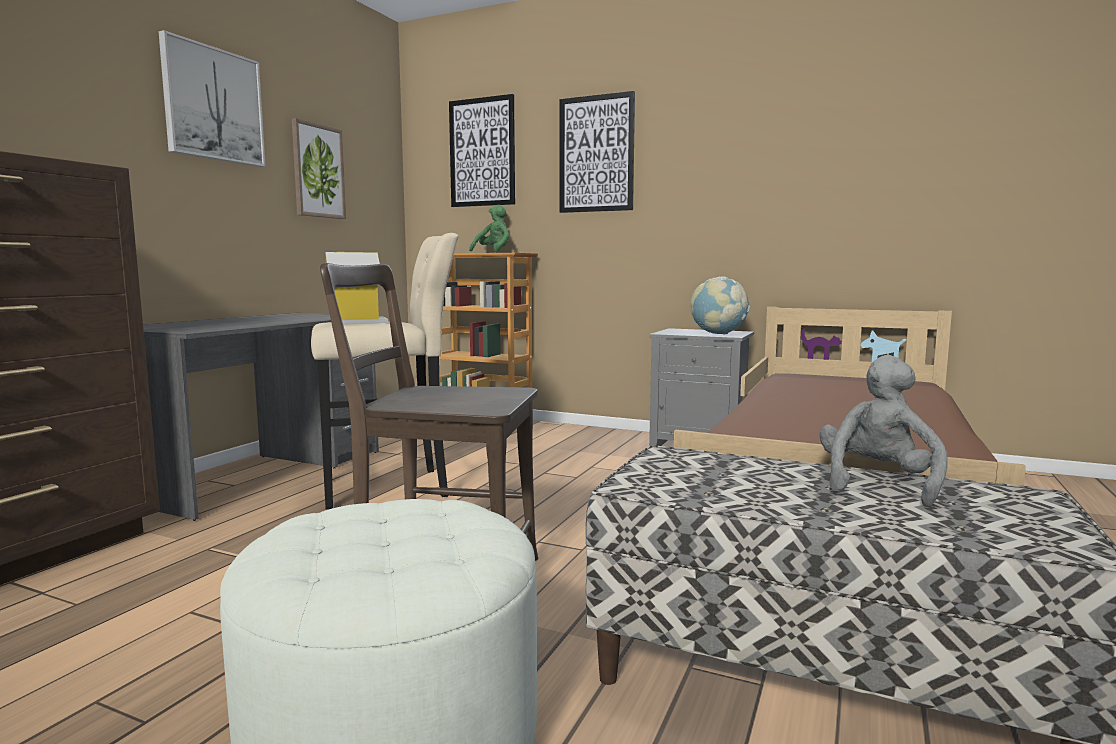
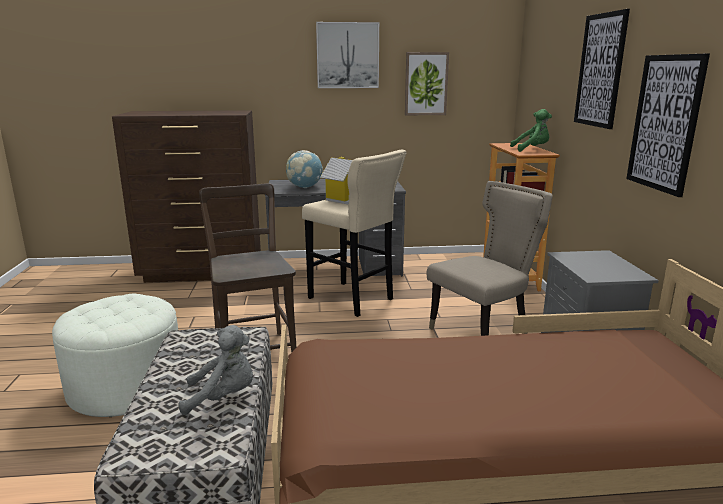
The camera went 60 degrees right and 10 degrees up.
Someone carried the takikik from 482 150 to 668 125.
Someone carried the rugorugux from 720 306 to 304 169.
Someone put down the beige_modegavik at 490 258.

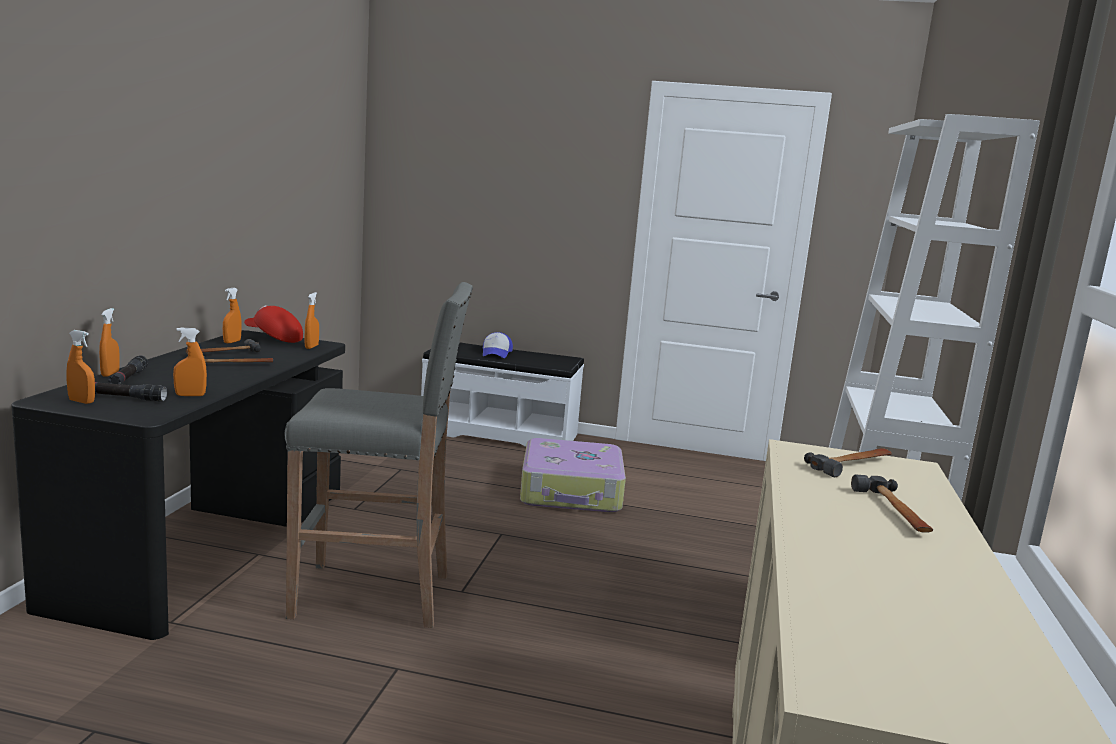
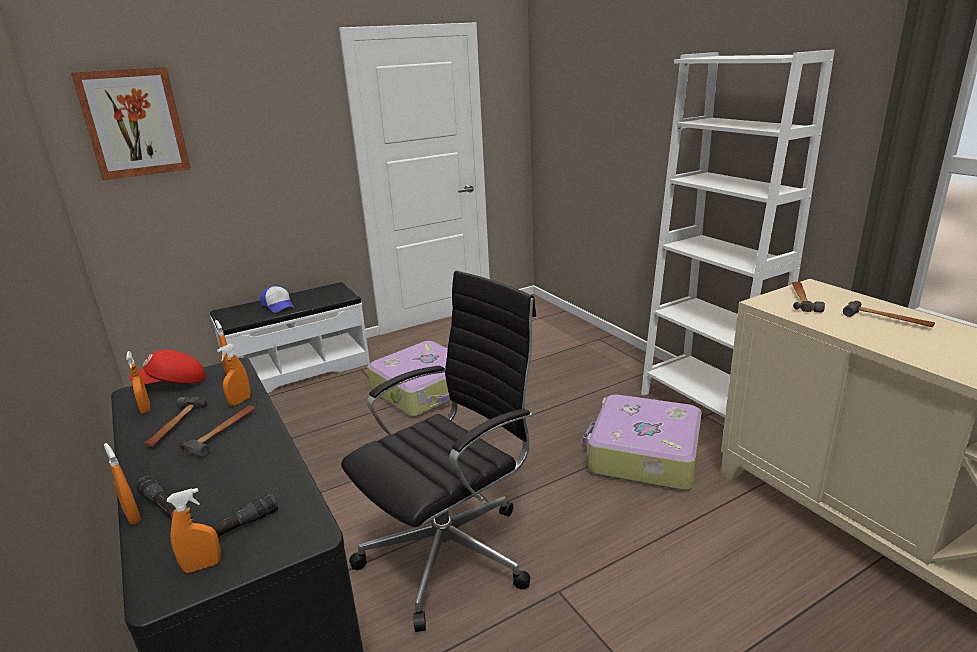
The camera went 40 degrees left and 10 degrees up.
Someone swapped the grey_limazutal at 379 455 for the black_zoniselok at 438 451.
Someone carried the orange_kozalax from 190 362 to 234 375.
Someone put up the takikik at 131 123.
Someone put down the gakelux at 642 442.

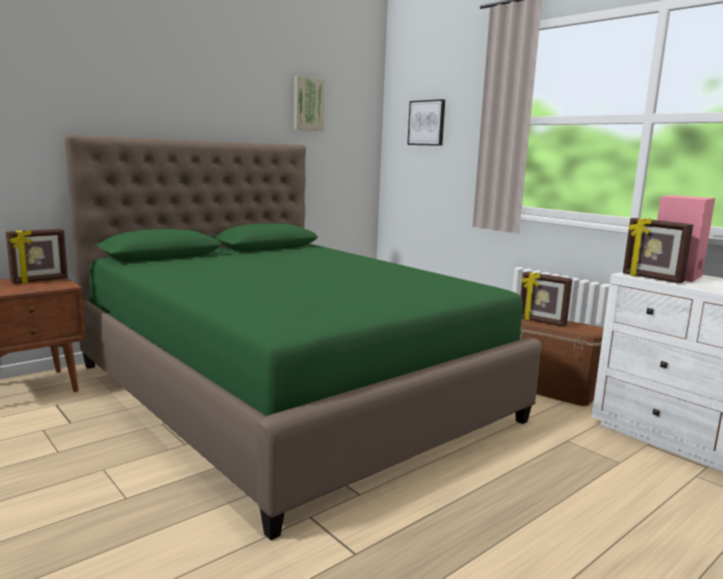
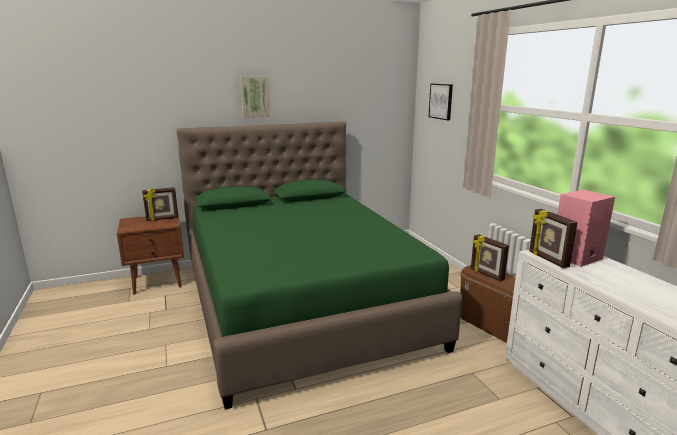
The camera went 20 degrees right and 5 degrees up.
Someone carried the takikik from 309 103 to 255 97.

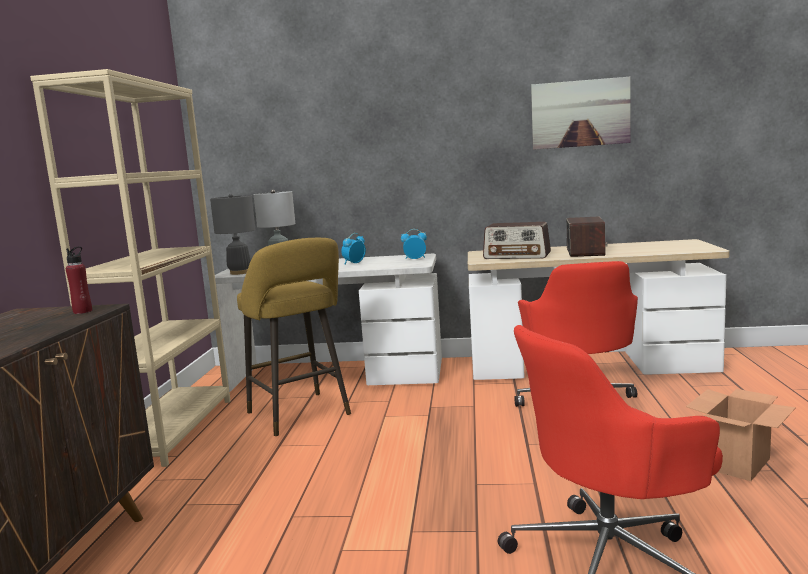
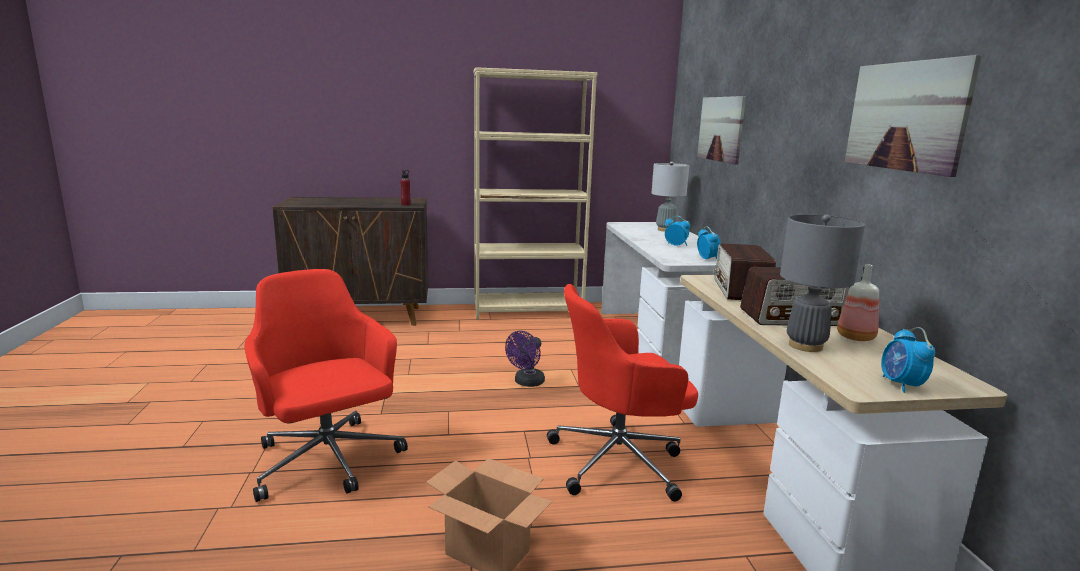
The camera went 75 degrees right and 5 degrees up.
Someone carried the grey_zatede from 232 234 to 822 283.
Someone took away the yellow_limazutal at 294 337.
Someone put up the takikik at 721 130.
Someone put down the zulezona at 858 302.
Someone put down the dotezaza at 908 360.
Someone put down the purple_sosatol at 525 359.

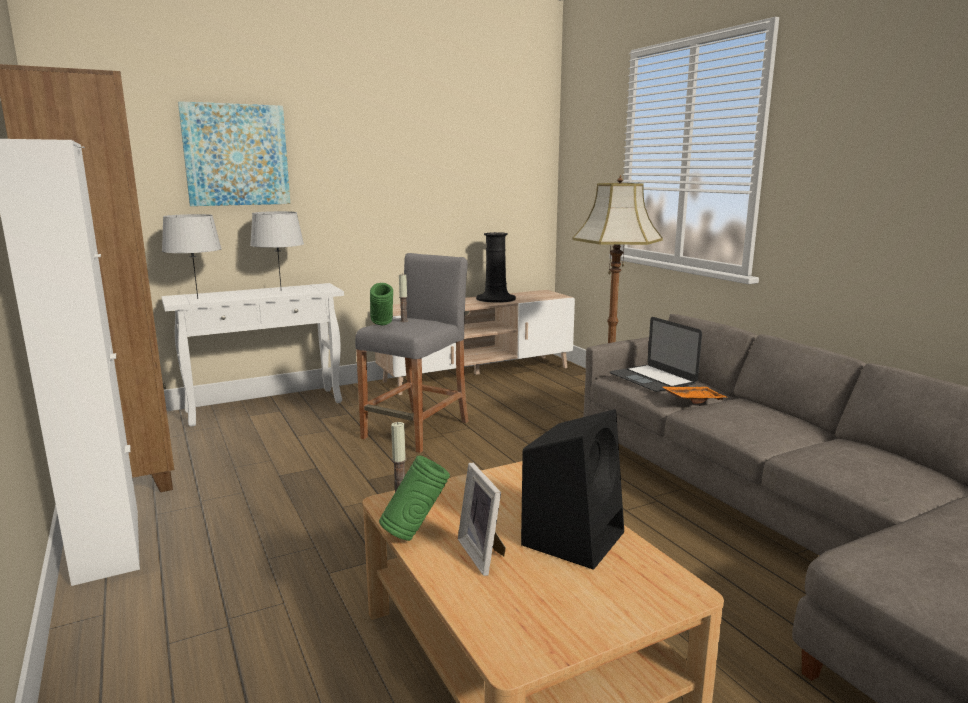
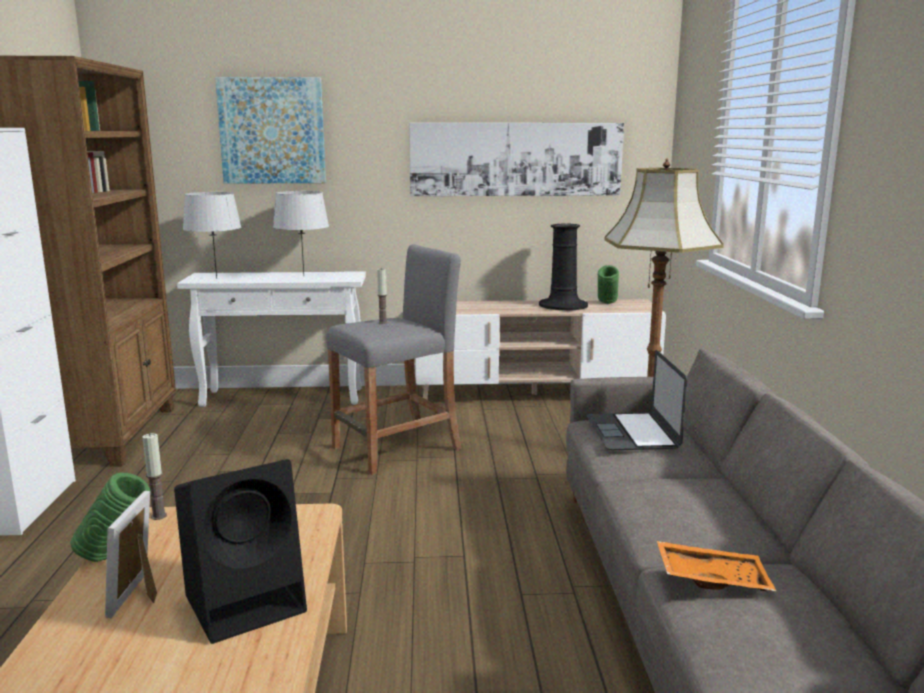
The camera went 25 degrees right and 0 degrees up.
Someone carried the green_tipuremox from 381 304 to 608 284.
Someone carried the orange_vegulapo from 694 395 to 716 566.
Someone put up the takikik at 516 159.

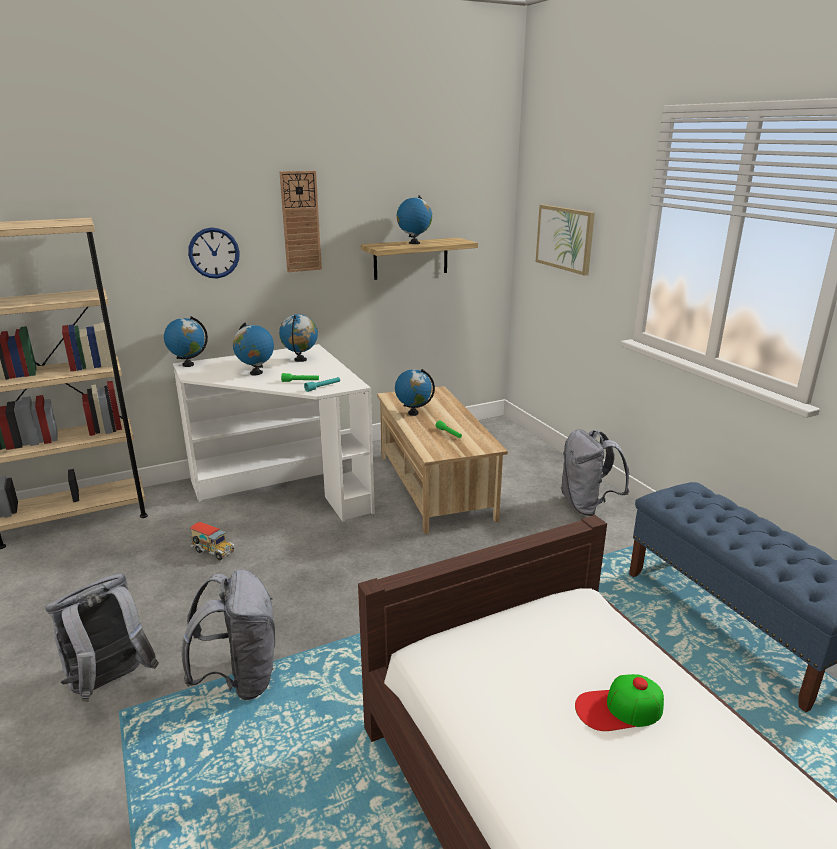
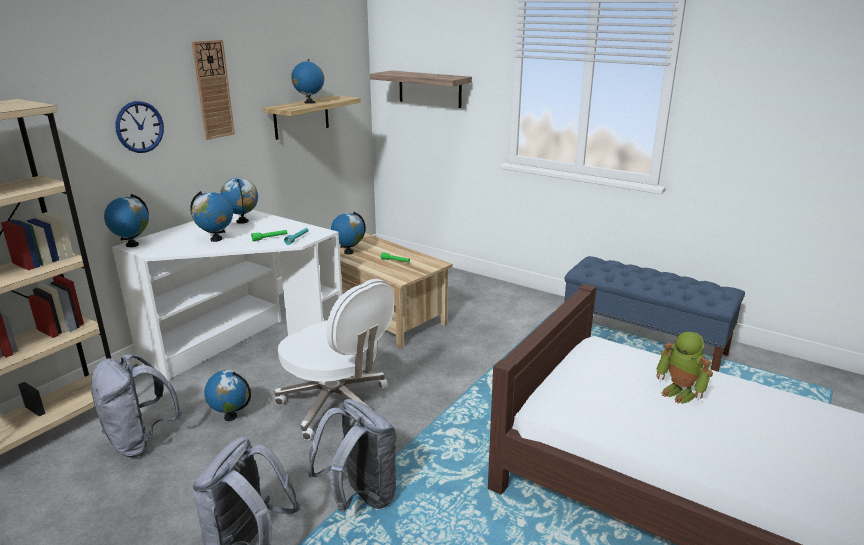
The camera went 30 degrees left and 0 degrees up.
Someone swapped the takikik at 565 240 for the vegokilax at 421 89.
Someone carried the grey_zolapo from 595 472 to 136 405.
Someone swapped the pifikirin at 212 541 for the rugorugux at 227 395.
Someone swapped the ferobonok at 619 702 for the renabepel at 684 368.
Someone put down the white_zoniselok at 334 359.

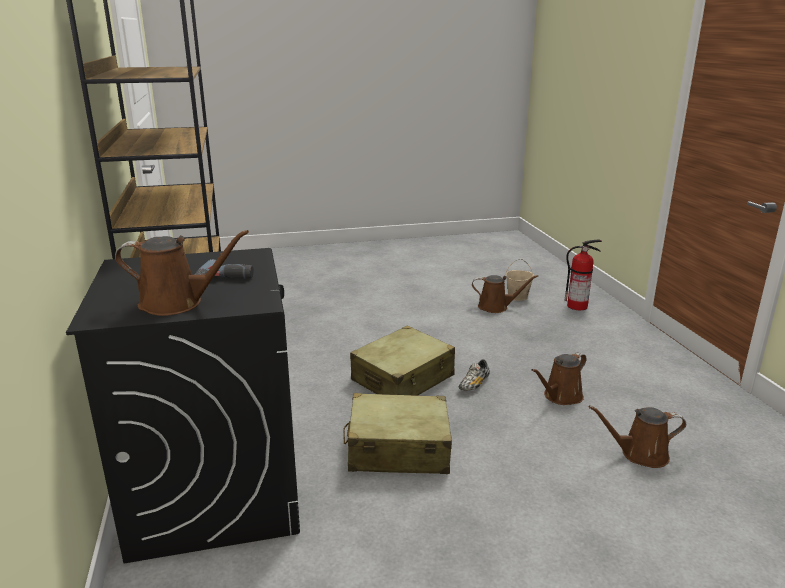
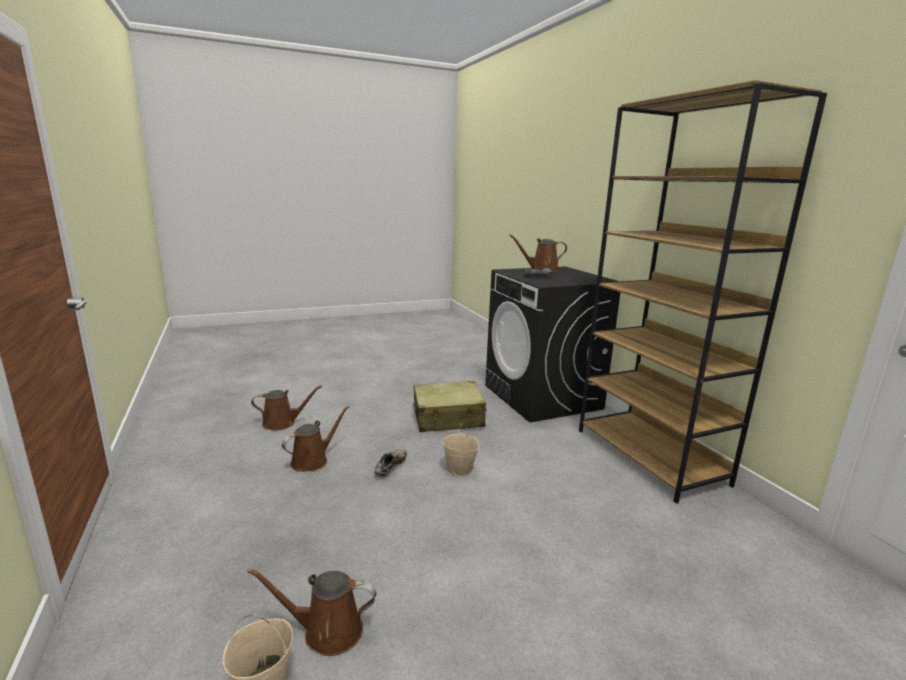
The camera went 170 degrees right and 5 degrees down.
Someone took away the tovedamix at 583 275.
Someone swapped the beige_gakelux at 402 361 for the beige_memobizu at 460 449.

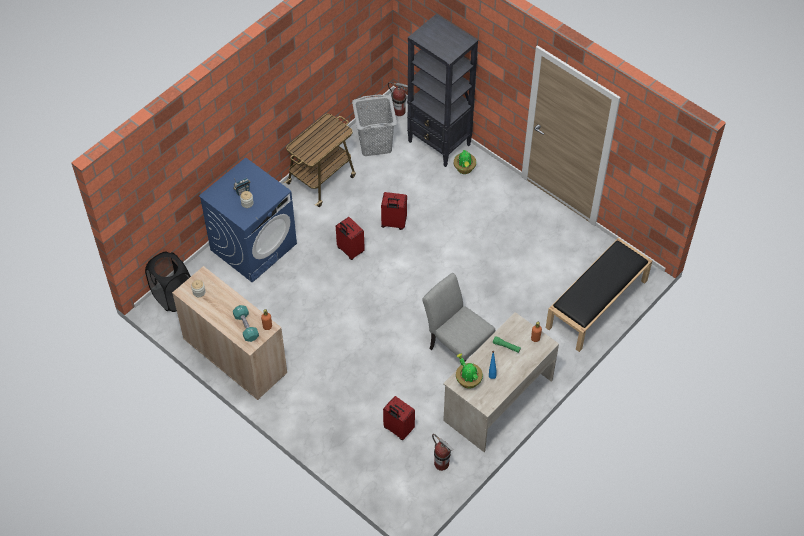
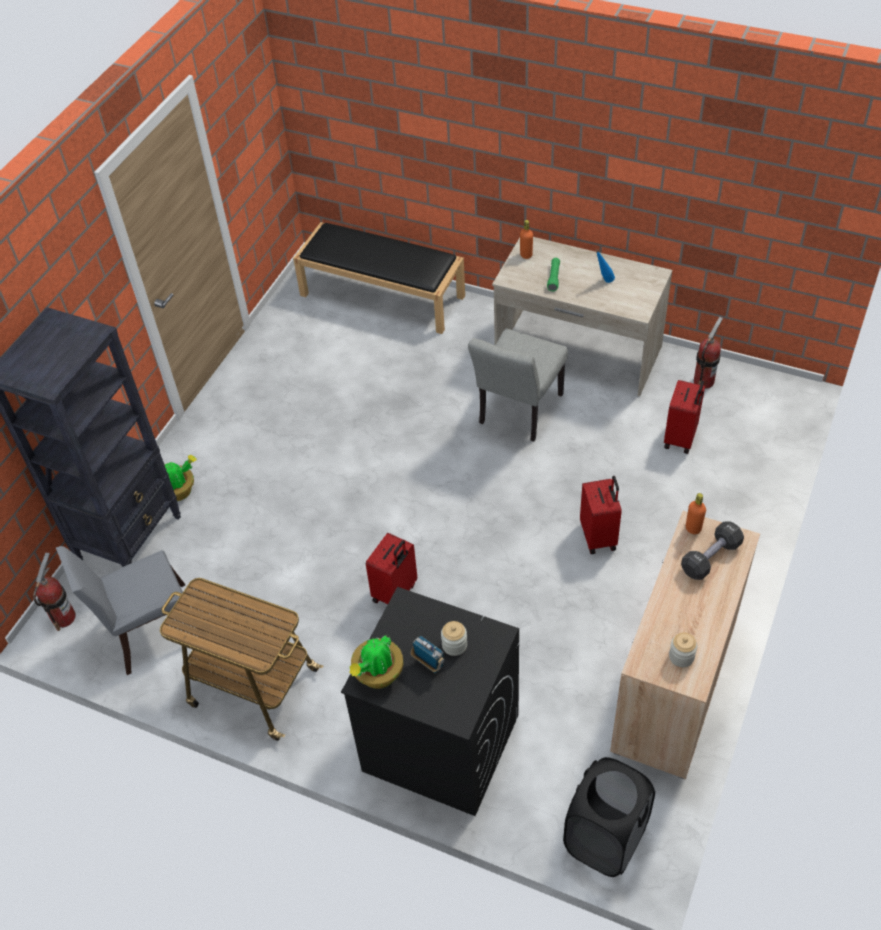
The camera went 105 degrees left and 5 degrees down.
Someone swapped the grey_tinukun at 374 125 for the grey_modegavik at 128 610.
Someone repainted the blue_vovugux at 248 220, which became the black_vovugux at 430 701.
Someone carried the red_gakelux from 394 211 to 601 515.
Someone repainted the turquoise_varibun at 246 323, which became the black_varibun at 712 550.
Someone carried the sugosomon from 469 371 to 376 662.

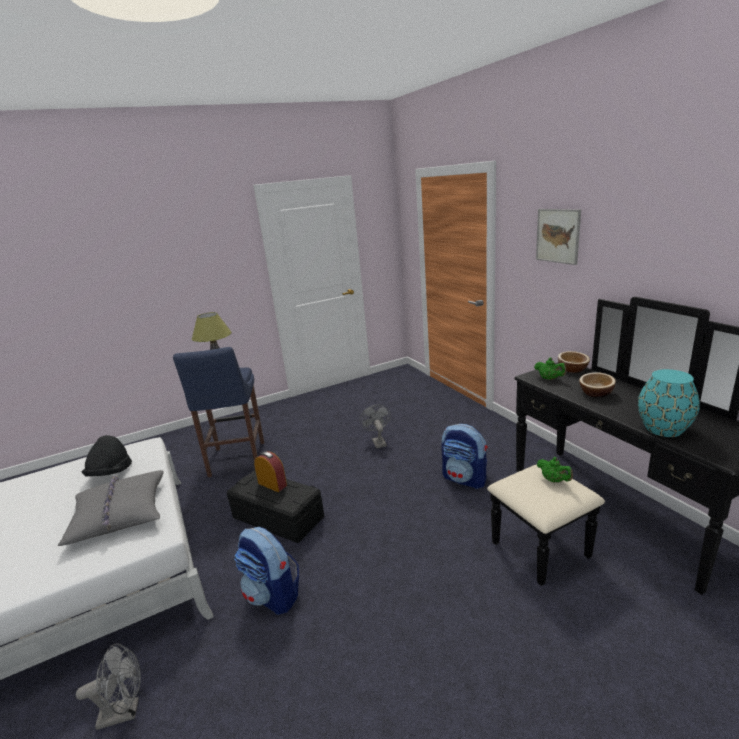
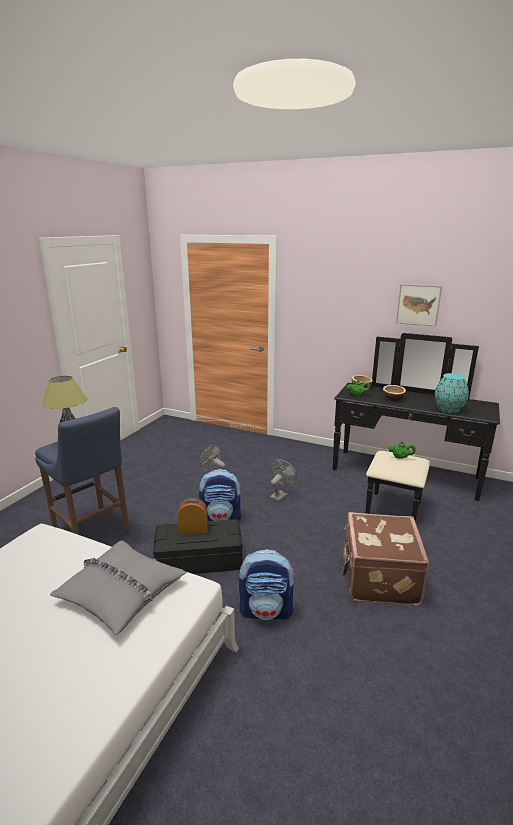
The camera went 40 degrees left and 0 degrees up.
Someone carried the takikik from 558 237 to 419 305.
Someone carried the zolapo from 464 456 to 220 495.
Someone took away the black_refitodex at 107 455.
Someone carried the grey_sosatol from 108 686 to 283 480.
Someone put down the brown_gakelux at 385 559.

